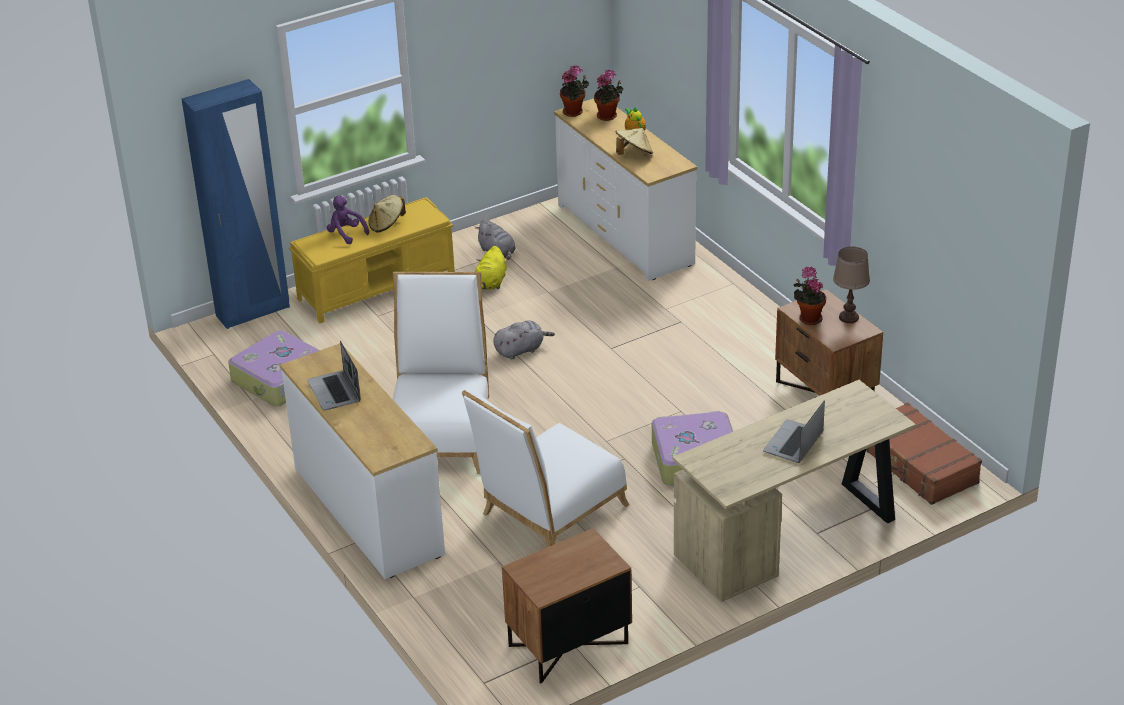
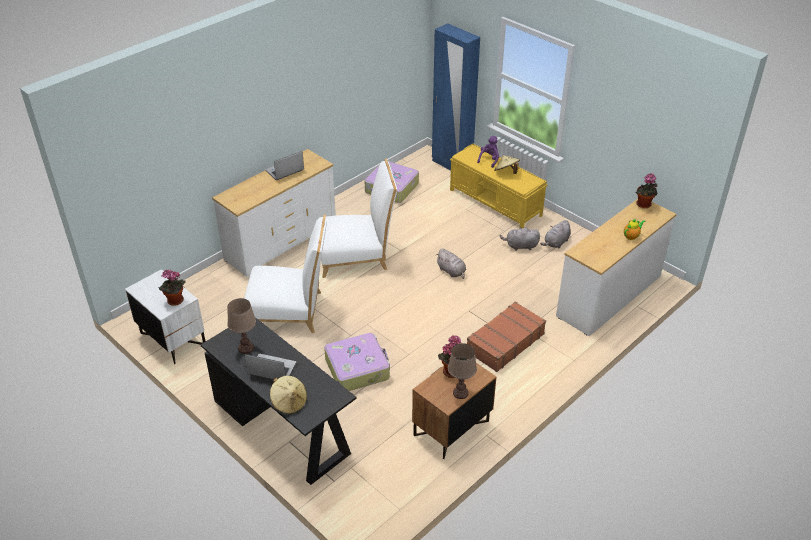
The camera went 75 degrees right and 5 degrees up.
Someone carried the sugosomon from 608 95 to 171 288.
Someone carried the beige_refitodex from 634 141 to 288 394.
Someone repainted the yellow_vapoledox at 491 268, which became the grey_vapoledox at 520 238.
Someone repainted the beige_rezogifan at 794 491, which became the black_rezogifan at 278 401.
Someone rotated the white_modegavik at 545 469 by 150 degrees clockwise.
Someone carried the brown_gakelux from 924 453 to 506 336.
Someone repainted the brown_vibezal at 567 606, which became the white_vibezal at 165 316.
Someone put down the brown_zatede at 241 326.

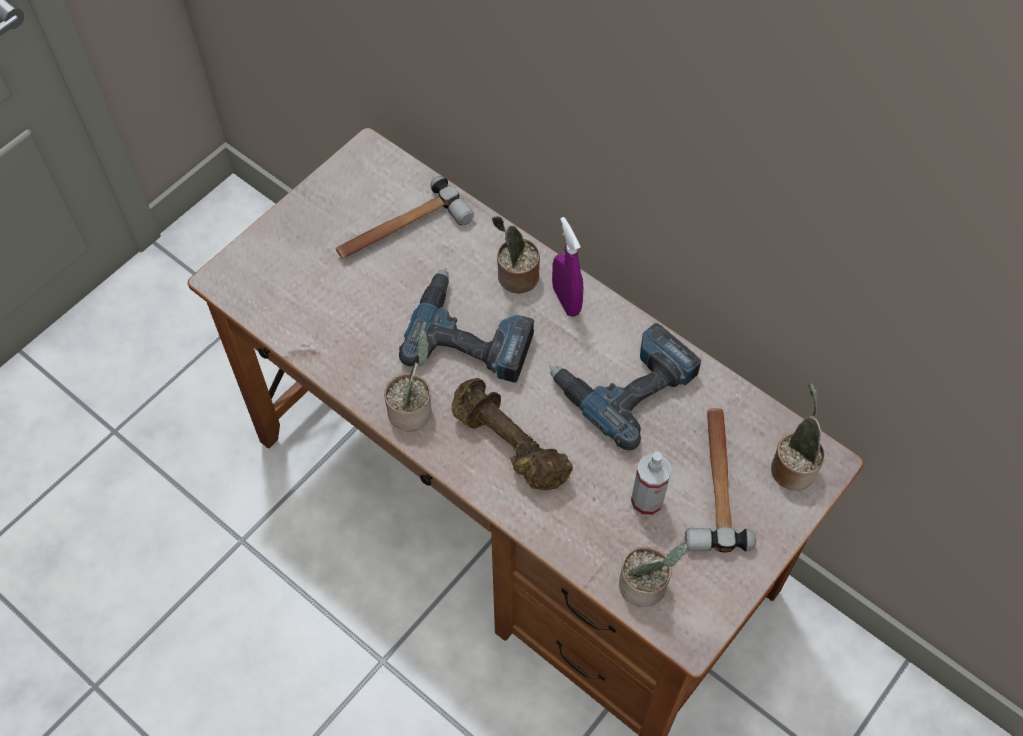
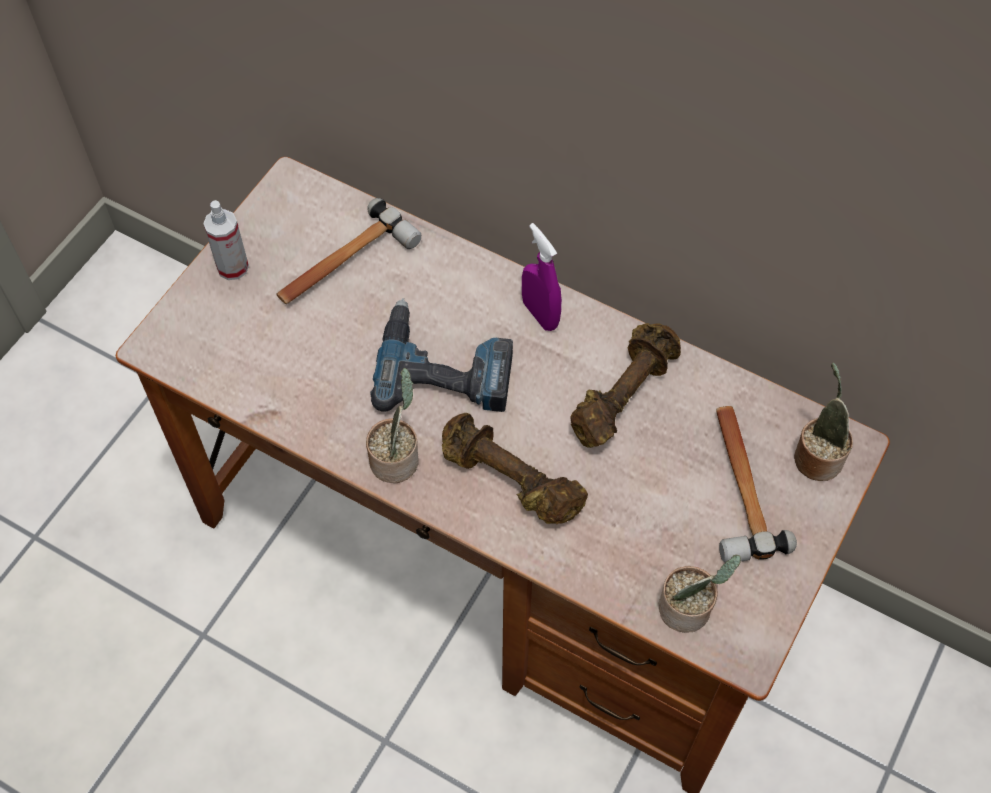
The camera went 10 degrees left and 0 degrees up.
Someone took away the sugosomon at 516 254.
Someone swapped the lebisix at 625 386 for the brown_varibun at 625 385.
Someone carried the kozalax from 651 484 to 226 240.

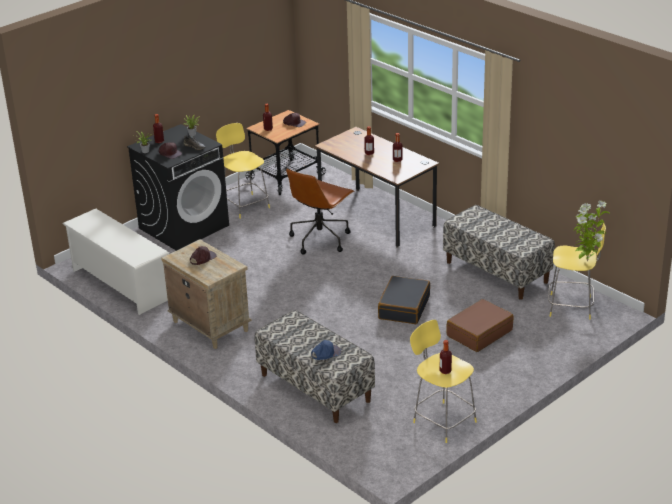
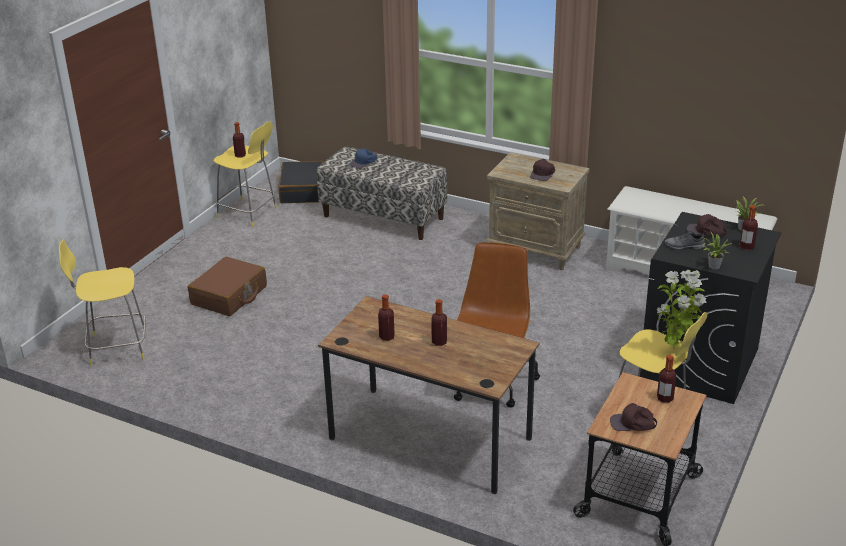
The camera went 160 degrees right and 0 degrees up.
Someone carried the sugosomon from 591 231 to 682 309.
Someone took away the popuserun at 499 252.
Someone carried the black_gakelux from 404 300 to 300 182.

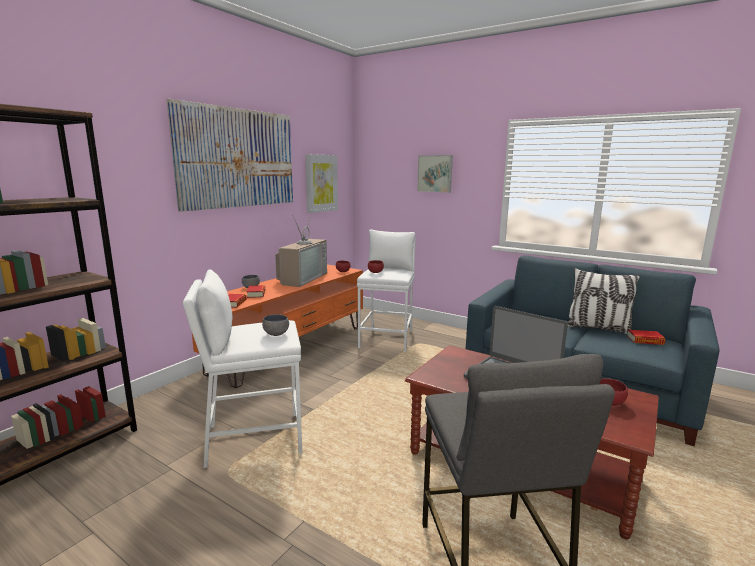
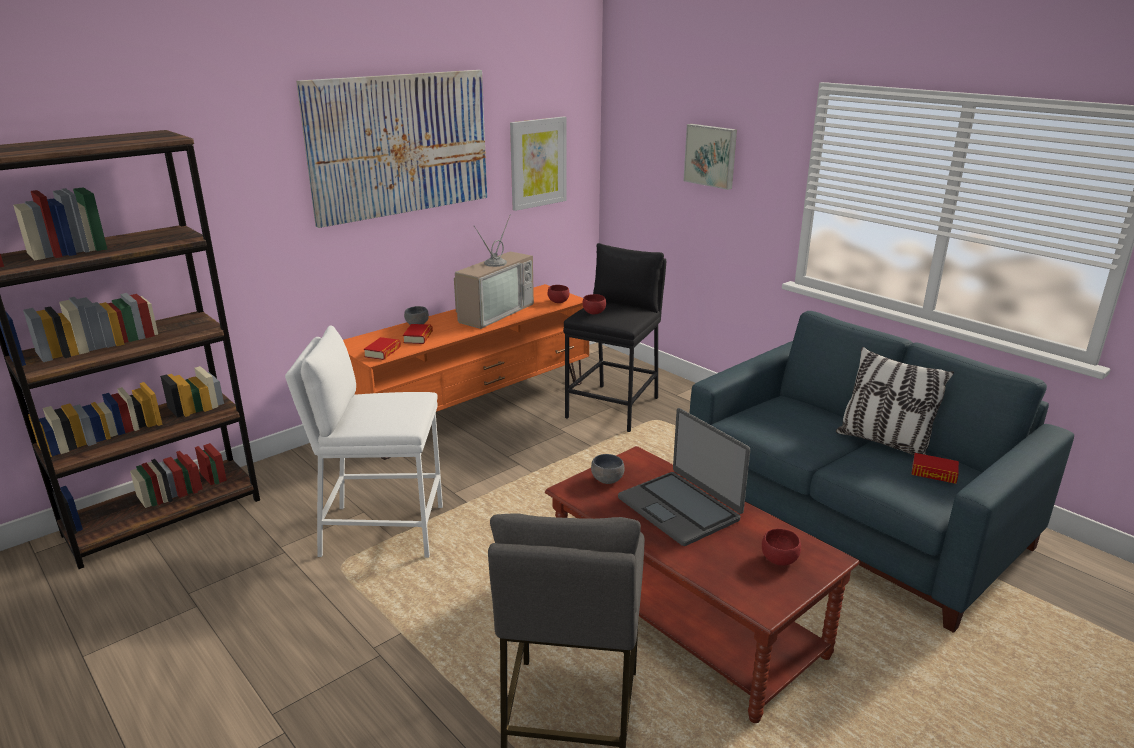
The camera went 15 degrees right and 10 degrees up.
Someone repainted the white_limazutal at 386 290, which became the black_limazutal at 614 337.
Someone carried the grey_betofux from 275 325 to 608 469.

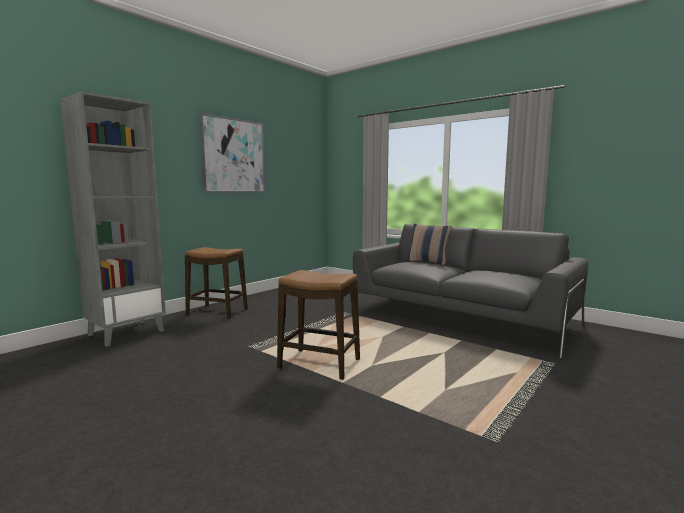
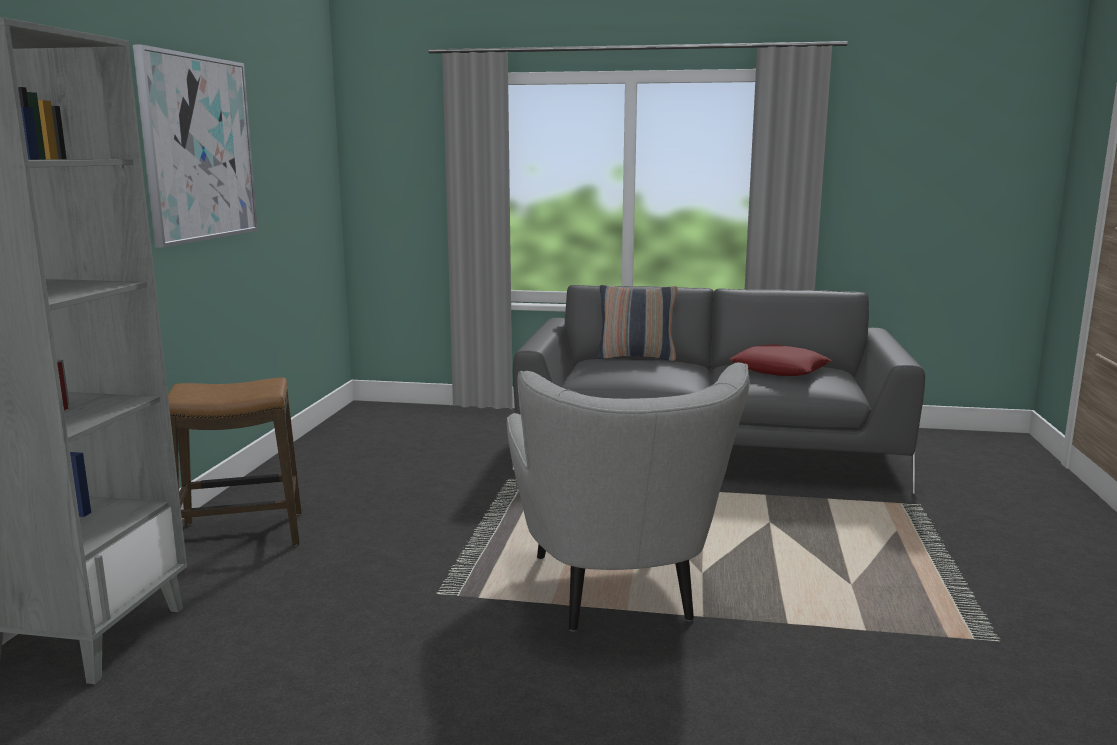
The camera went 30 degrees left and 5 degrees up.
Someone swapped the limazutal at 318 325 for the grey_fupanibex at 628 497.
Someone put down the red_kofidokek at 780 360.

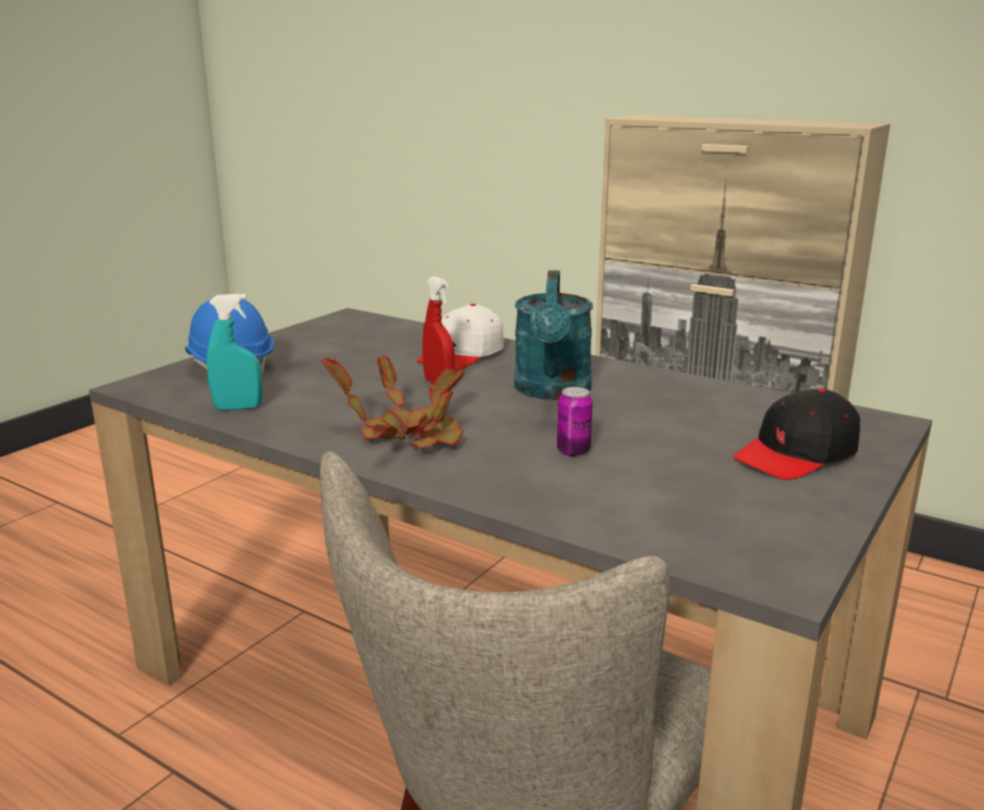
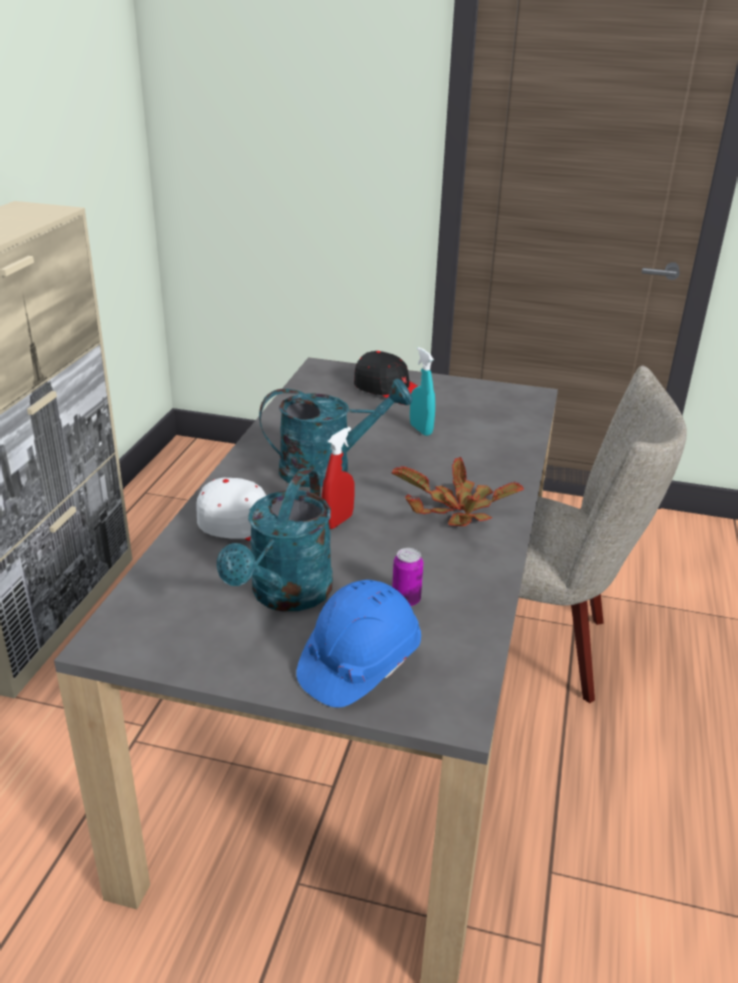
The camera went 110 degrees left and 10 degrees up.
Someone carried the turquoise_kozalax from 235 352 to 422 391.
Someone carried the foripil from 575 422 to 408 577.
Someone put down the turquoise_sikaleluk at 275 539.

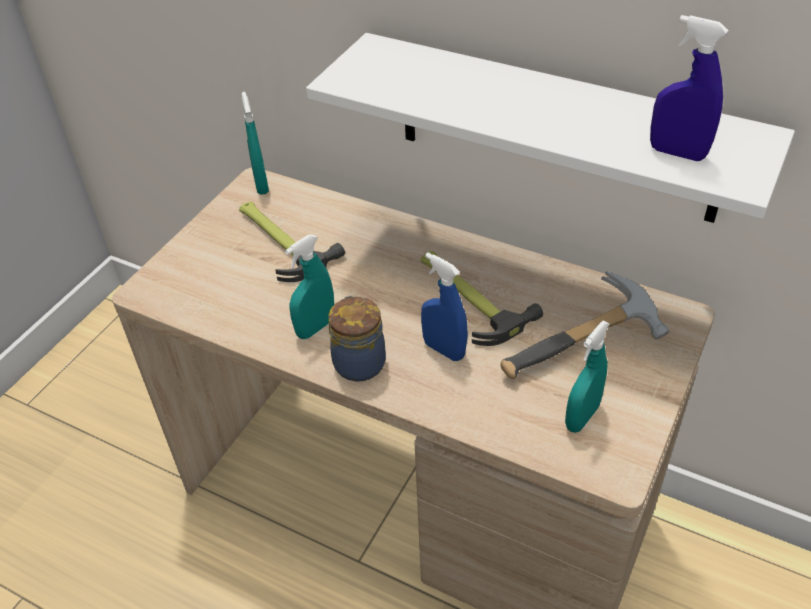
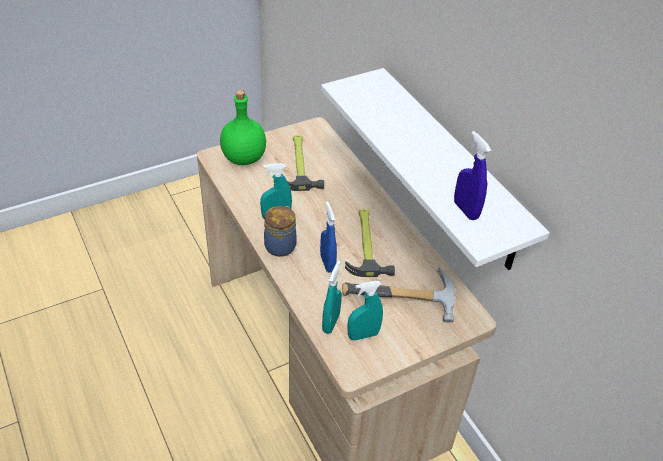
The camera went 30 degrees right and 0 degrees up.
Someone carried the turquoise_kozalax from 255 143 to 332 297.
Someone put down the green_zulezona at 243 127.

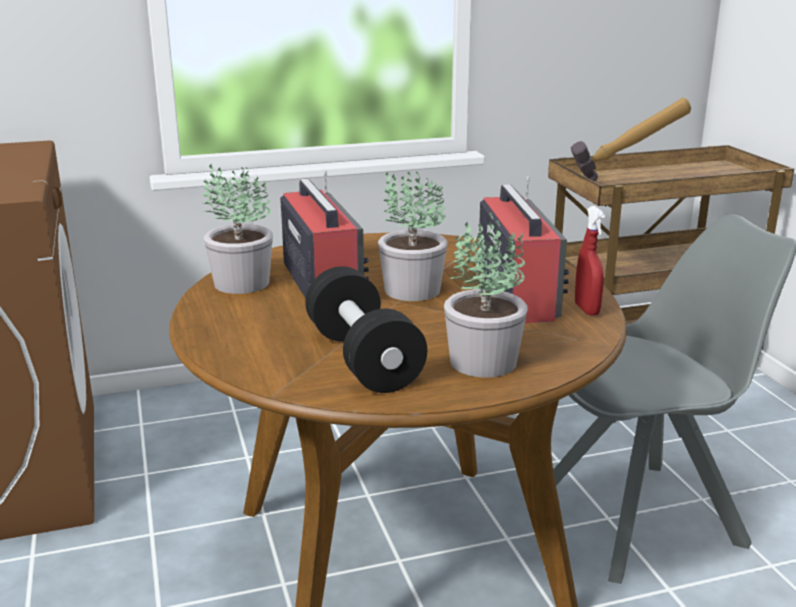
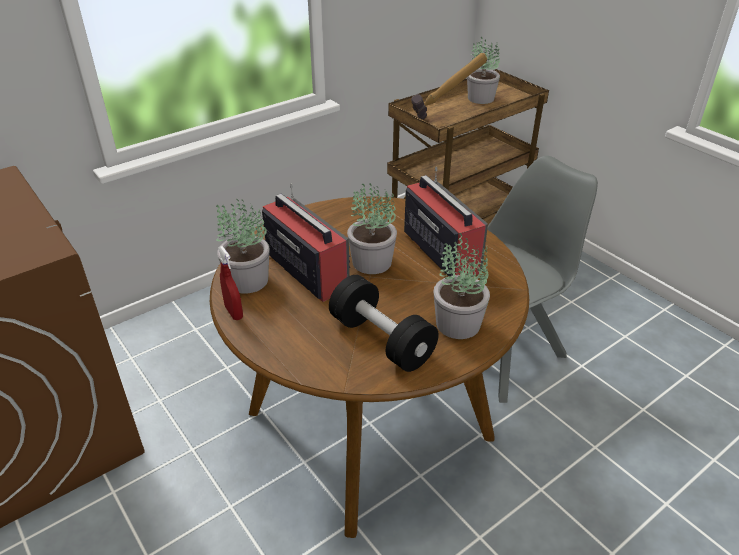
The camera went 20 degrees left and 15 degrees up.
Someone carried the red_kozalax from 590 261 to 230 283.
Someone put down the sugosomon at 483 70.

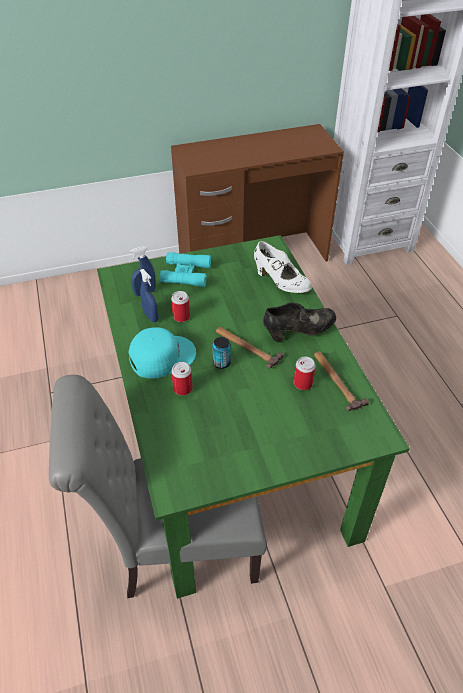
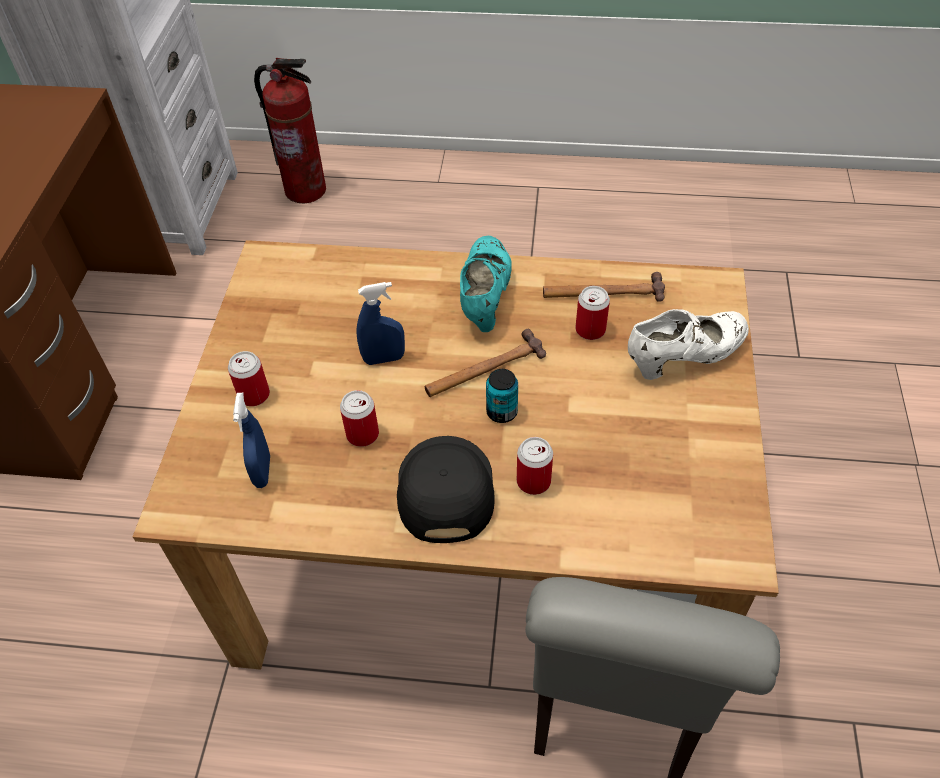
The camera went 65 degrees left and 5 degrees up.
Someone repainted the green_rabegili at 253 417, which became the brown_rabegili at 456 455.
Someone carried the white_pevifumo from 283 267 to 688 344.
Someone swapped the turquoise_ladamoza at 185 269 for the foripil at 249 378.
Someone carried the blue_kozalax from 149 295 to 381 323.
Someone repainted the black_pevifumo at 300 321, which became the turquoise_pevifumo at 486 284.
Someone repainted the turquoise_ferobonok at 162 353, which became the black_ferobonok at 445 489.
Someone put down the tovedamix at 290 130.

